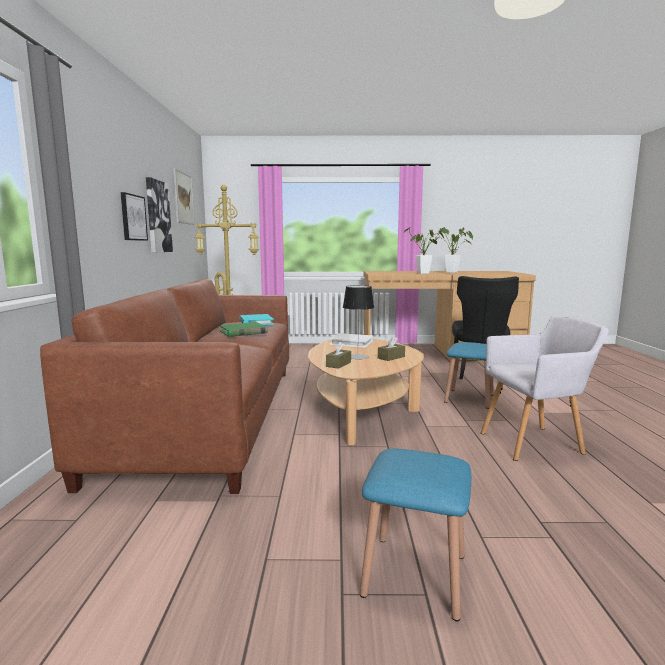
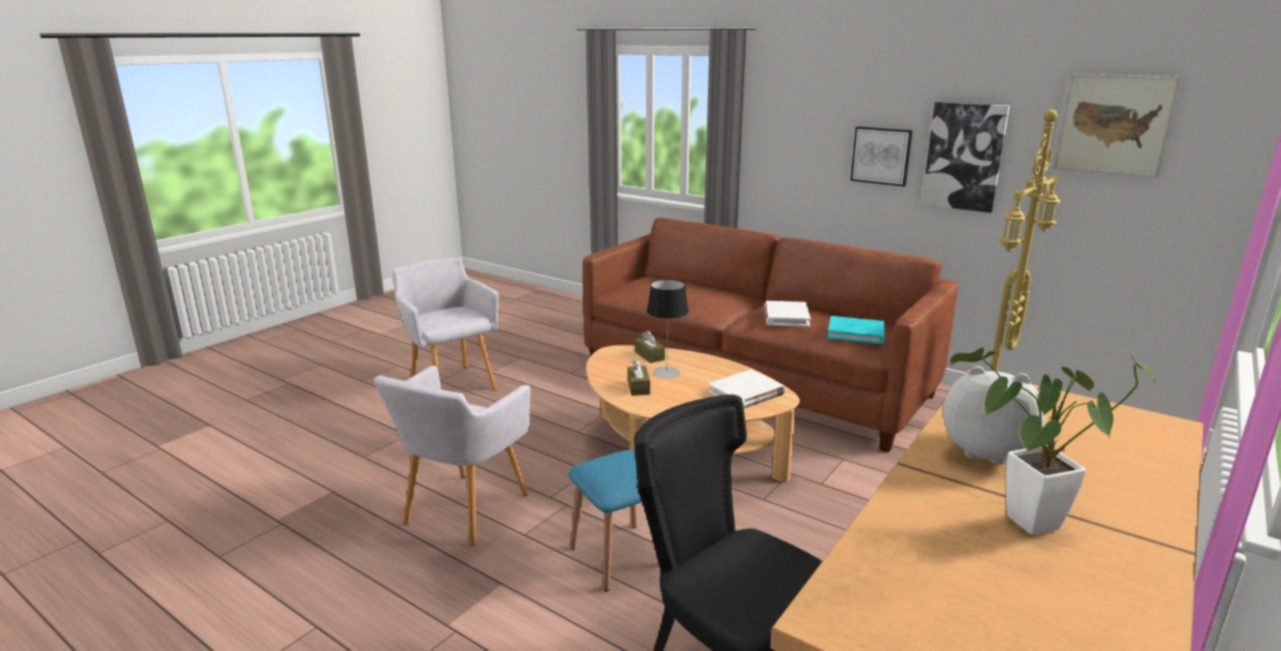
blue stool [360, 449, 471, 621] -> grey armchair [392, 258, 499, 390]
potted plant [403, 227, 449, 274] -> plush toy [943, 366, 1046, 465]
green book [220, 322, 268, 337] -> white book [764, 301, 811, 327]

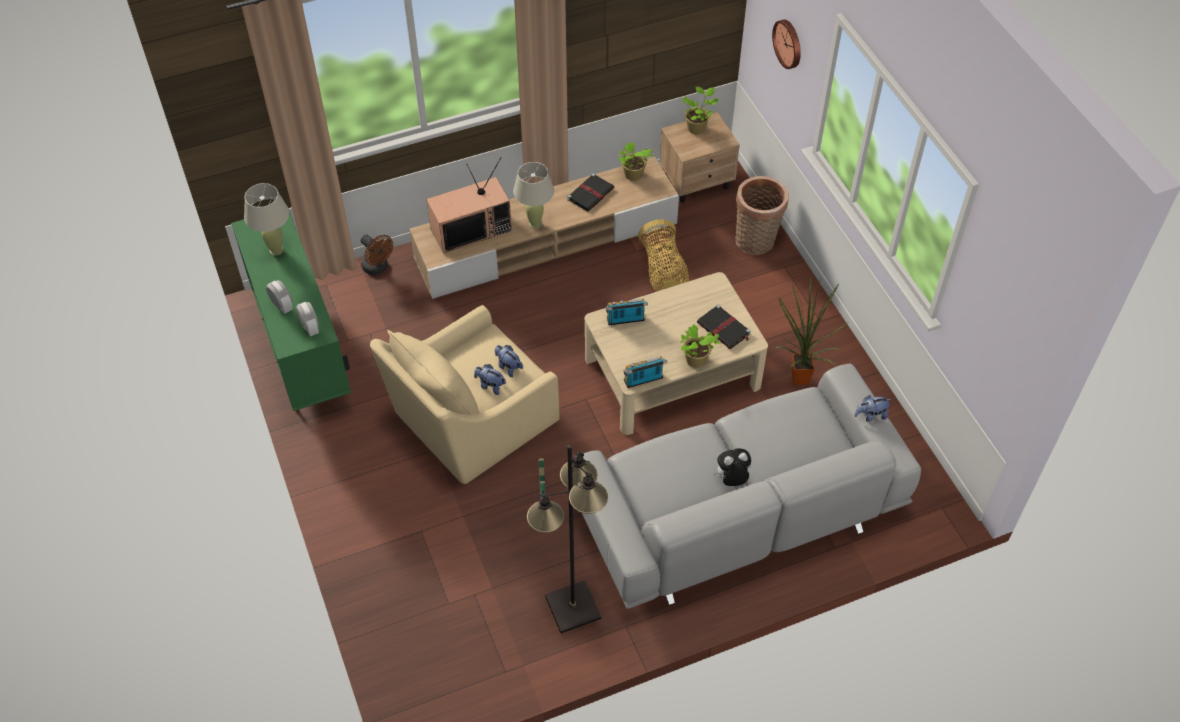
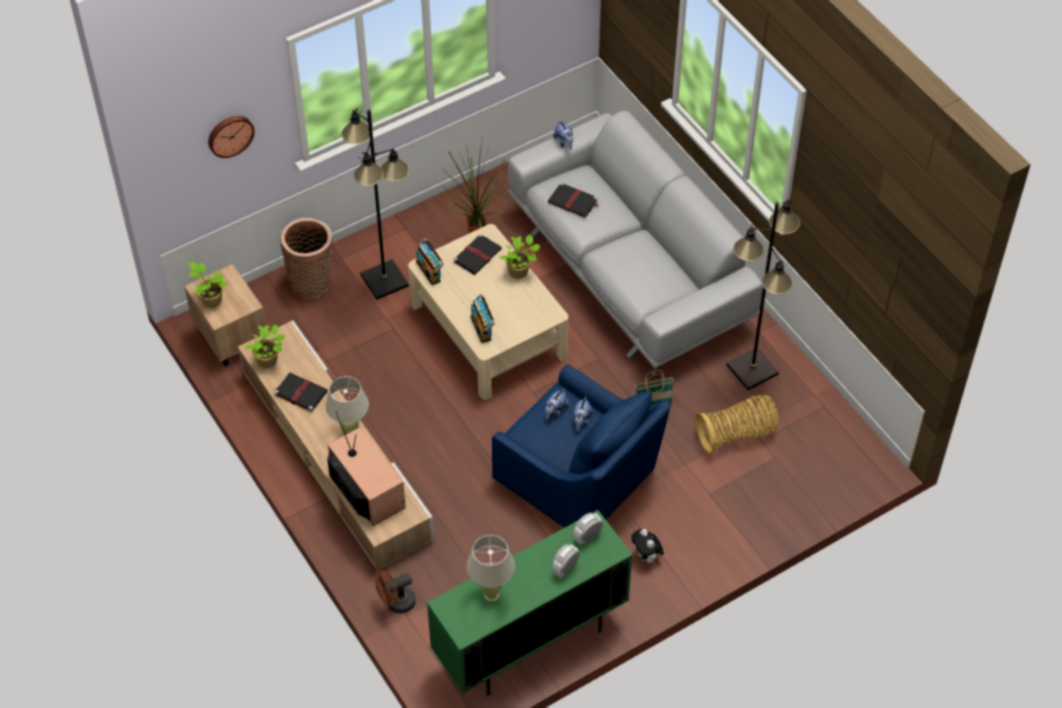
none -> black floor lamp [342, 108, 409, 300]
none -> black book [548, 182, 598, 218]
radio [624, 356, 668, 388] -> radio [416, 238, 444, 285], move
basket [638, 219, 689, 292] -> basket [696, 395, 779, 453], move
plush toy [713, 448, 751, 486] -> plush toy [631, 529, 664, 565], move
beige armchair [370, 305, 560, 484] -> blue armchair [492, 364, 671, 528]
brown fan [361, 234, 393, 275] -> brown fan [375, 570, 416, 613], 150 degrees counterclockwise

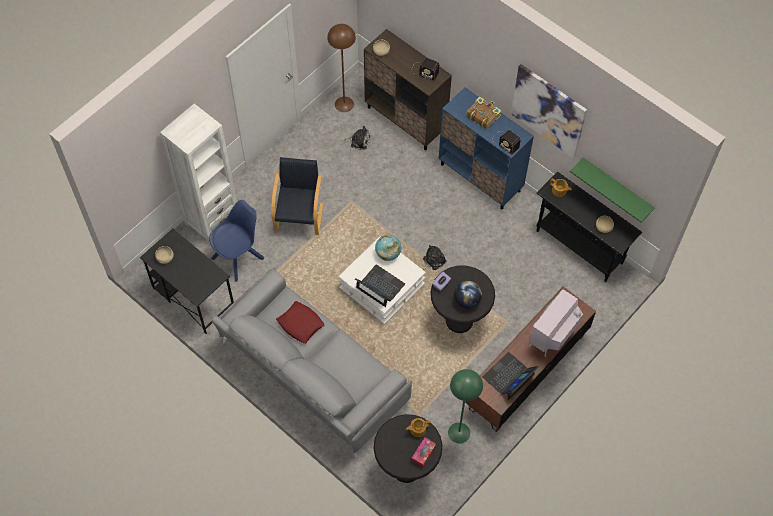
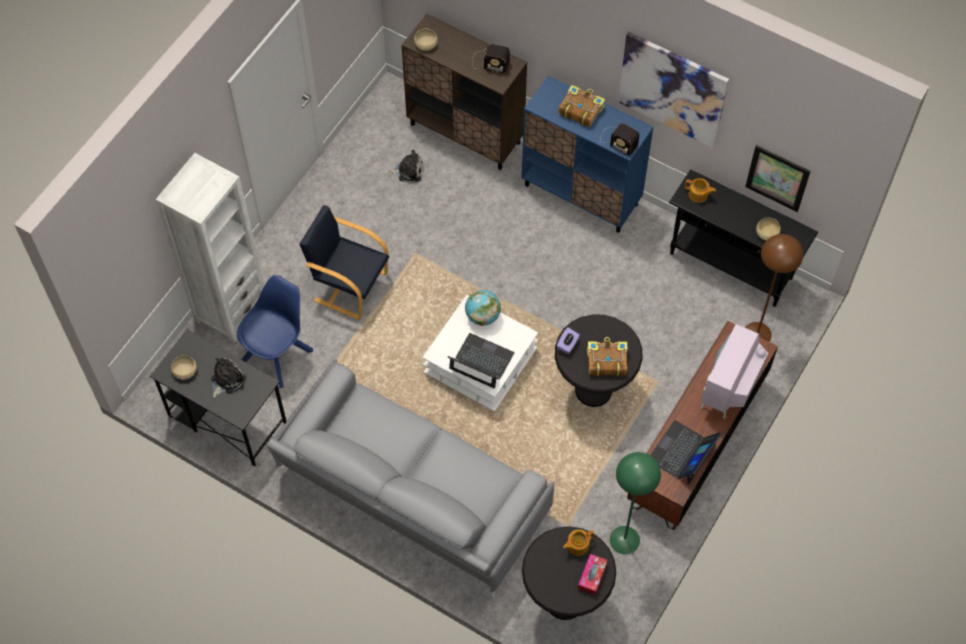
red pillow [276, 301, 325, 344] -> none
brown floor lamp [327, 24, 356, 112] -> brown floor lamp [745, 234, 803, 342], move
plush toy [423, 245, 446, 270] -> plush toy [211, 358, 246, 398], move
globe [454, 281, 482, 309] -> book [587, 337, 627, 376]
green shelf [570, 157, 654, 223] -> picture [745, 145, 811, 212]
black armchair [271, 157, 324, 235] -> black armchair [299, 205, 389, 320], 60 degrees counterclockwise

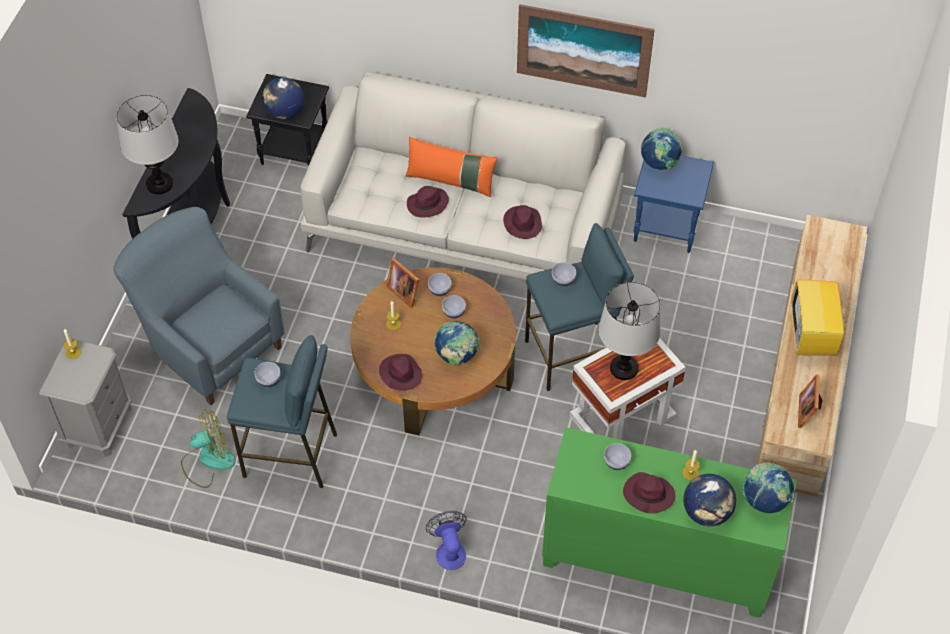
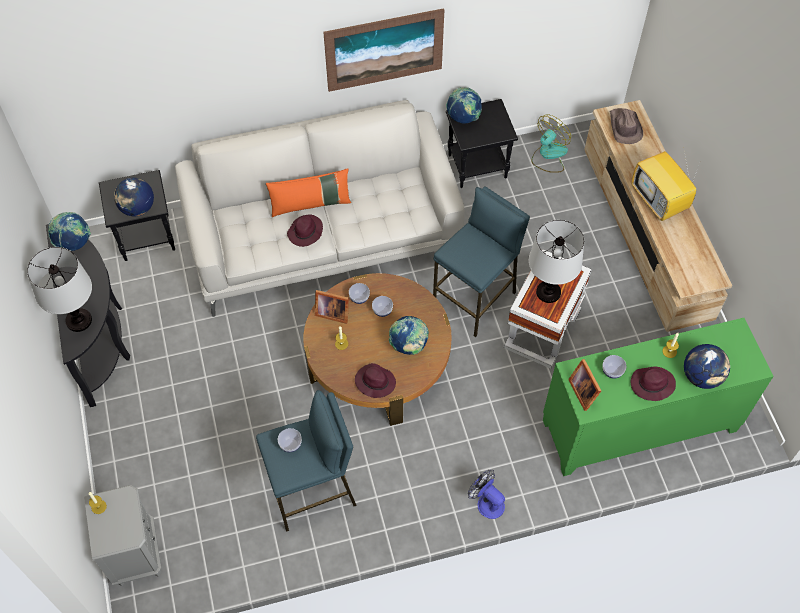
blue armchair [113, 207, 285, 405] -> none
purple hat [503, 205, 542, 239] -> none
bowl [552, 262, 576, 286] -> none
none -> brown hat [610, 108, 643, 144]
fan [181, 410, 235, 488] -> fan [532, 114, 571, 173], move
globe [743, 462, 795, 513] -> globe [48, 212, 91, 251], move
picture frame [798, 374, 823, 428] -> picture frame [568, 359, 601, 411], move
blue side table [633, 155, 714, 253] -> black side table [446, 99, 518, 188]

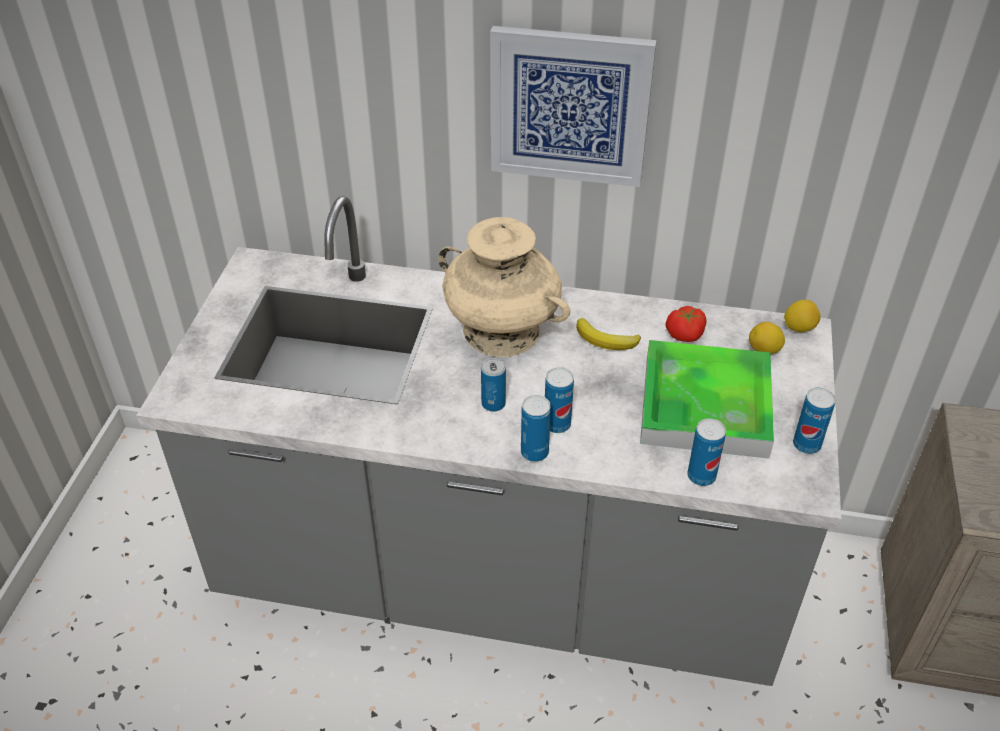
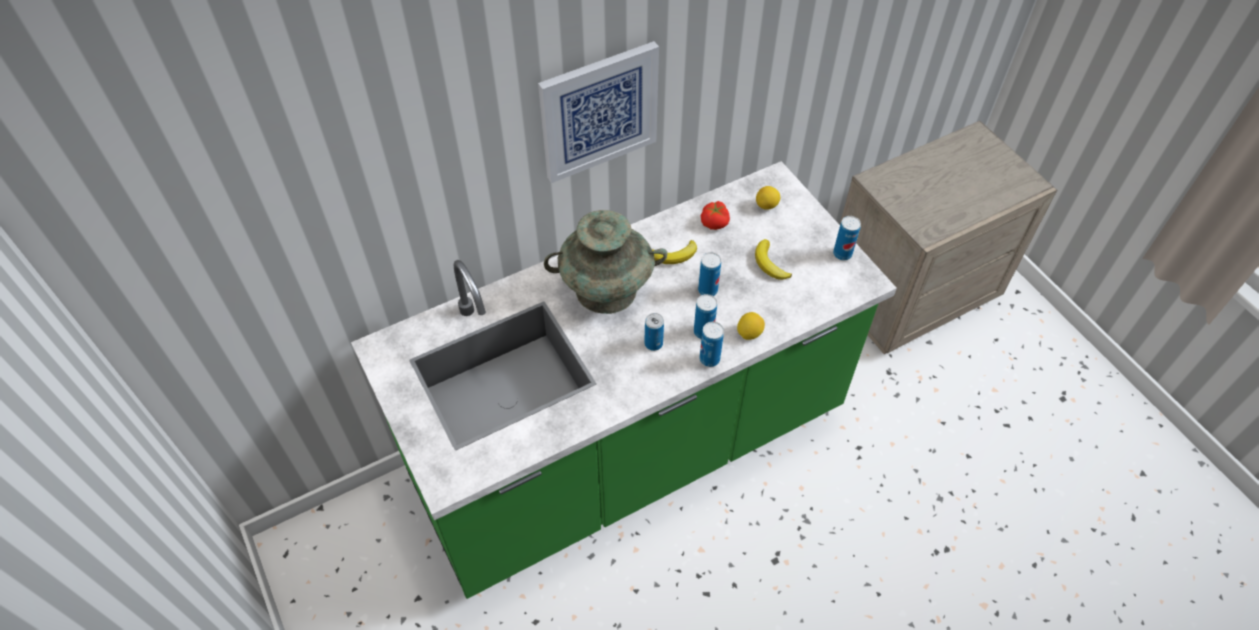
can [687, 418, 726, 486] -> can [698, 252, 721, 296], move
lemon [784, 300, 821, 332] -> lemon [737, 312, 765, 340], move
tray [640, 340, 774, 459] -> banana [755, 239, 792, 280]
grey counter [136, 196, 841, 686] -> green counter [351, 161, 897, 599]
beige vase [439, 217, 570, 357] -> turquoise vase [544, 210, 667, 314]

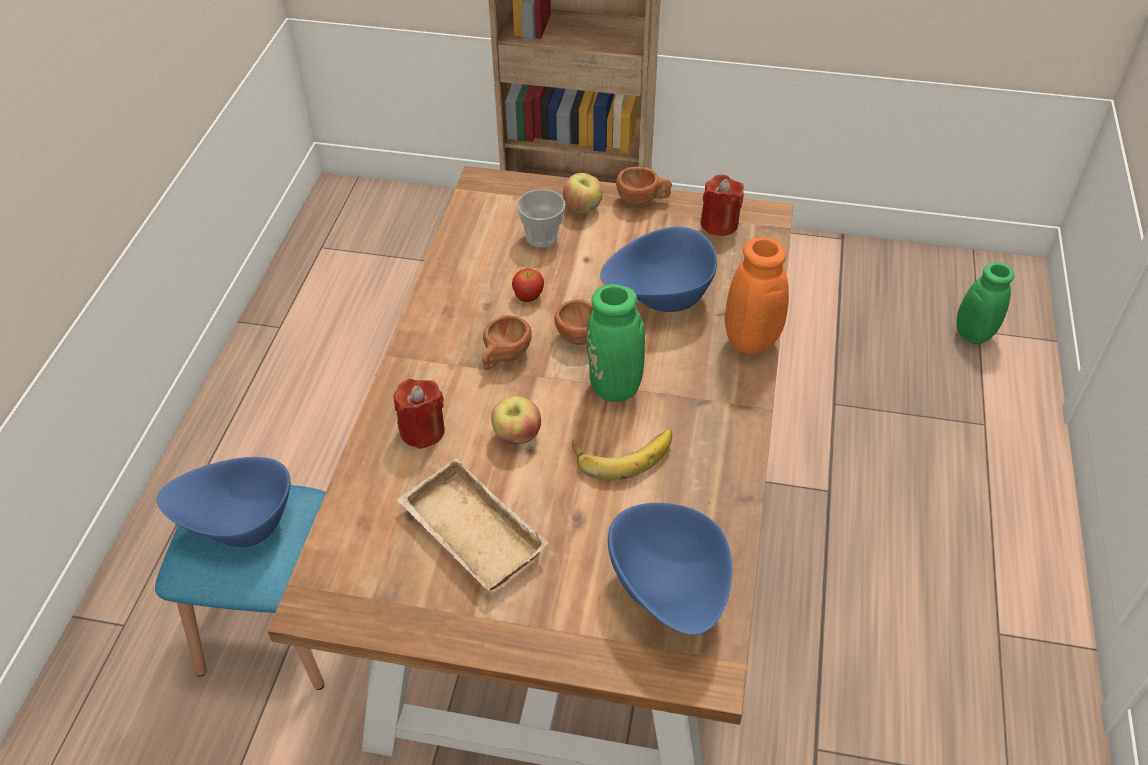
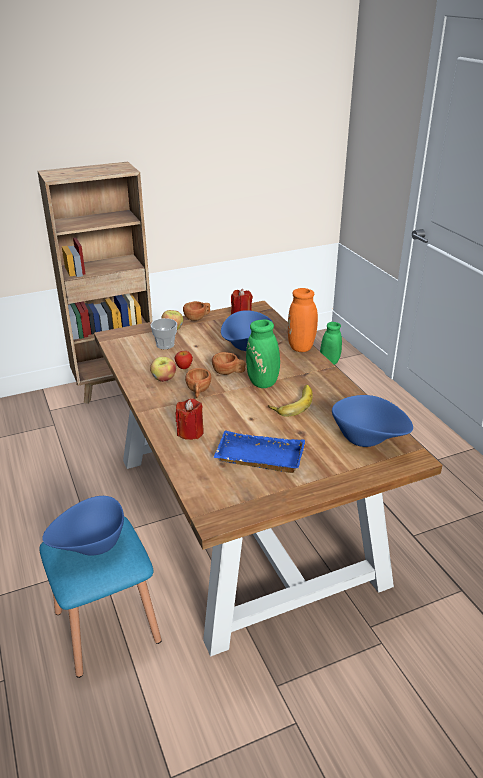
apple [491, 395, 541, 444] -> apple [150, 357, 176, 382], move
beige tray [397, 458, 549, 590] -> blue tray [214, 430, 305, 473]

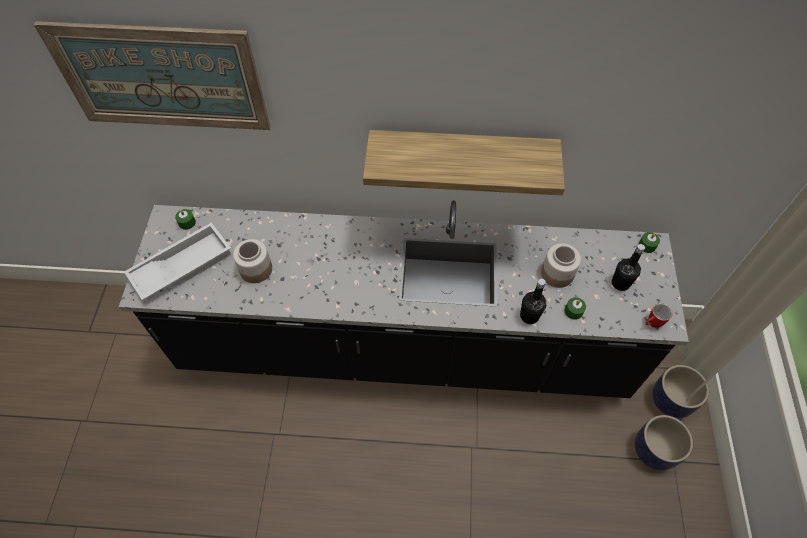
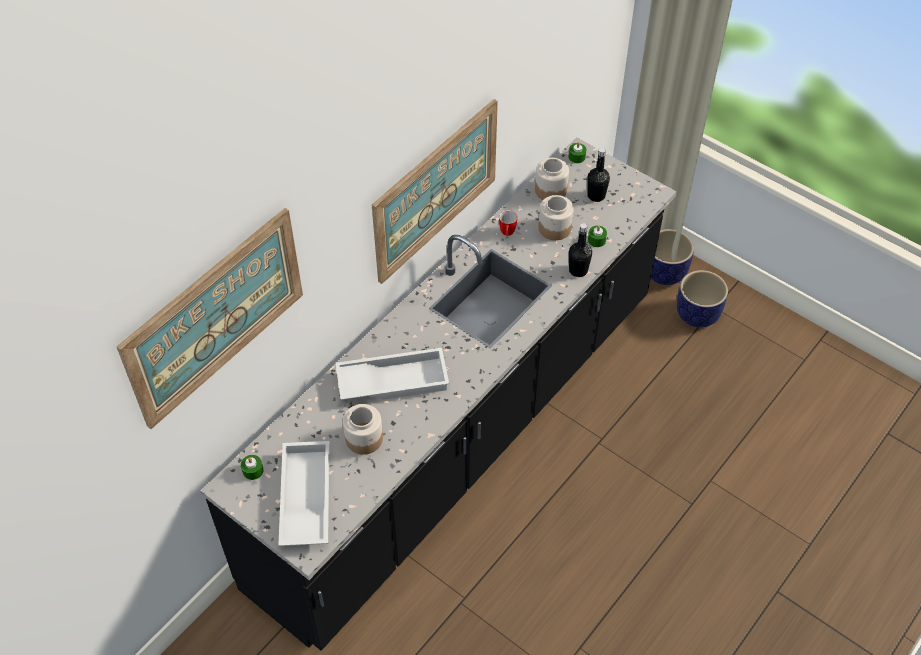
none -> white tray [336, 348, 449, 400]
none -> jar [535, 158, 569, 200]
mug [645, 303, 673, 328] -> mug [499, 210, 518, 236], move
shelf [363, 130, 565, 196] -> picture [372, 99, 498, 284]

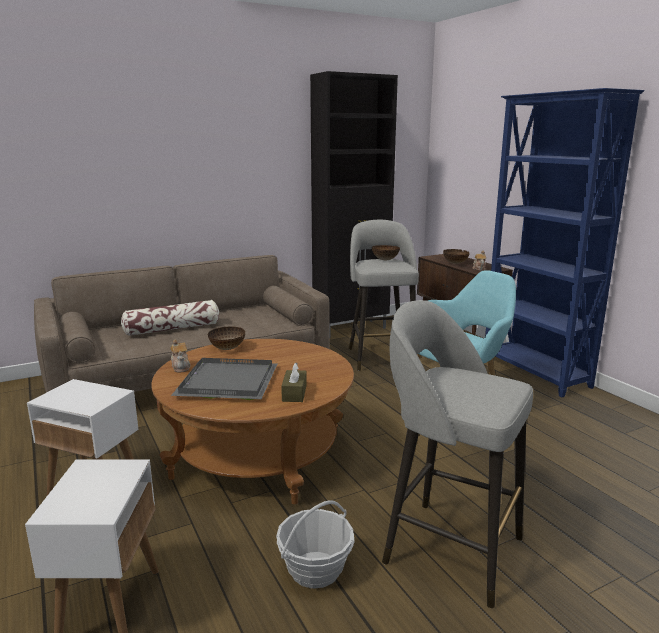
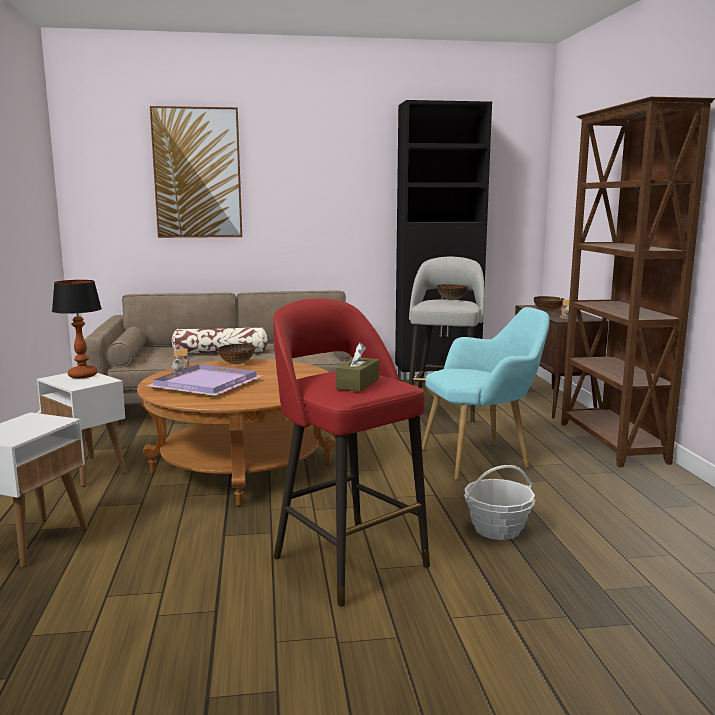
none -> table lamp [52, 280, 102, 378]
none -> picture [150, 106, 242, 238]
basket [276, 500, 355, 589] -> basket [464, 465, 535, 540], move
brown tissue box [281, 362, 307, 402] -> brown tissue box [336, 343, 379, 392], move
grey tray [171, 358, 277, 400] -> purple tray [146, 364, 262, 397]
grey stool [382, 300, 533, 608] -> red stool [273, 299, 430, 607]
blue bookcase [485, 88, 645, 397] -> brown bookcase [561, 97, 715, 467]

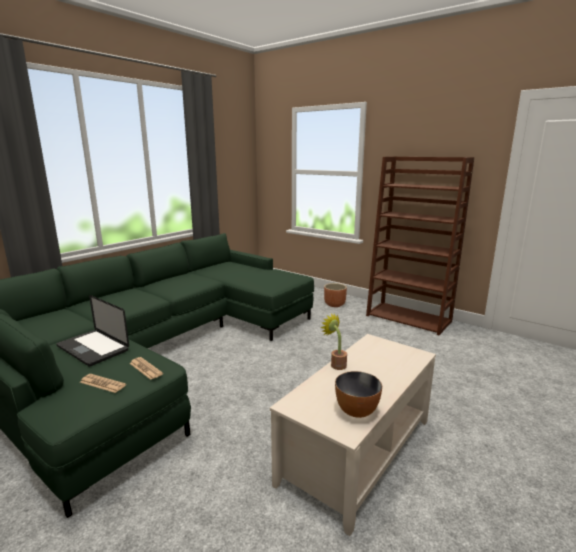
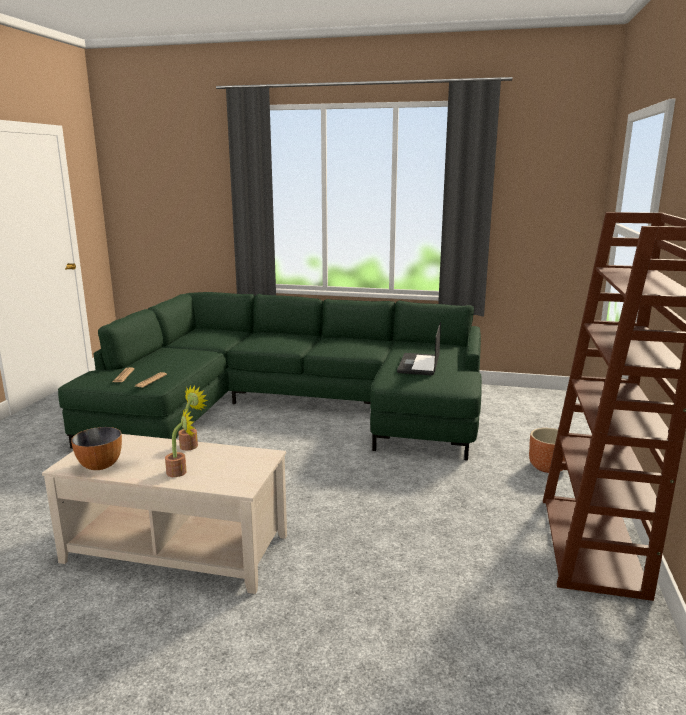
none -> potted plant [165, 408, 194, 477]
laptop [56, 295, 129, 366] -> laptop [397, 322, 441, 376], move

